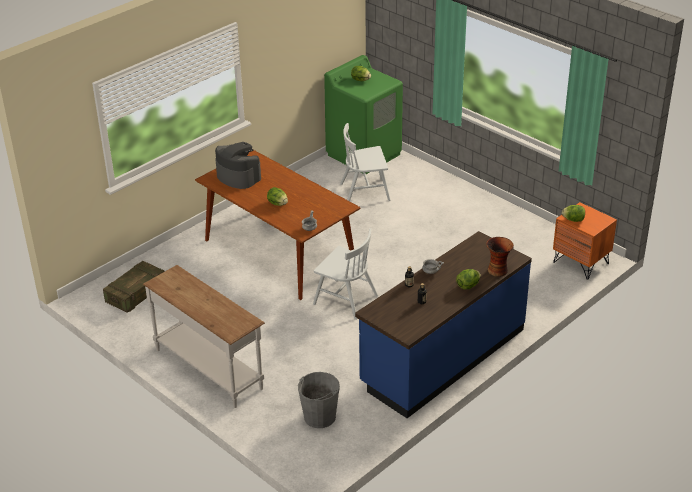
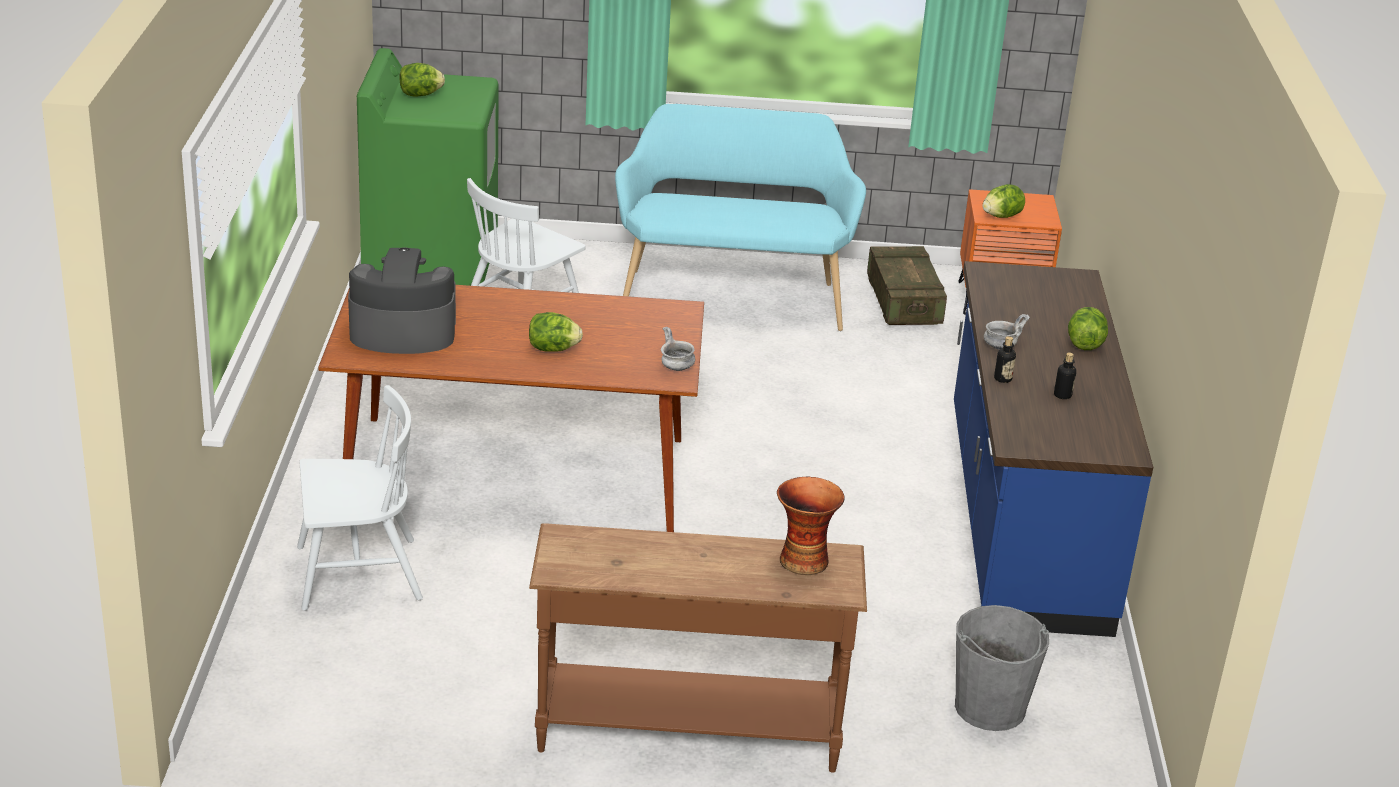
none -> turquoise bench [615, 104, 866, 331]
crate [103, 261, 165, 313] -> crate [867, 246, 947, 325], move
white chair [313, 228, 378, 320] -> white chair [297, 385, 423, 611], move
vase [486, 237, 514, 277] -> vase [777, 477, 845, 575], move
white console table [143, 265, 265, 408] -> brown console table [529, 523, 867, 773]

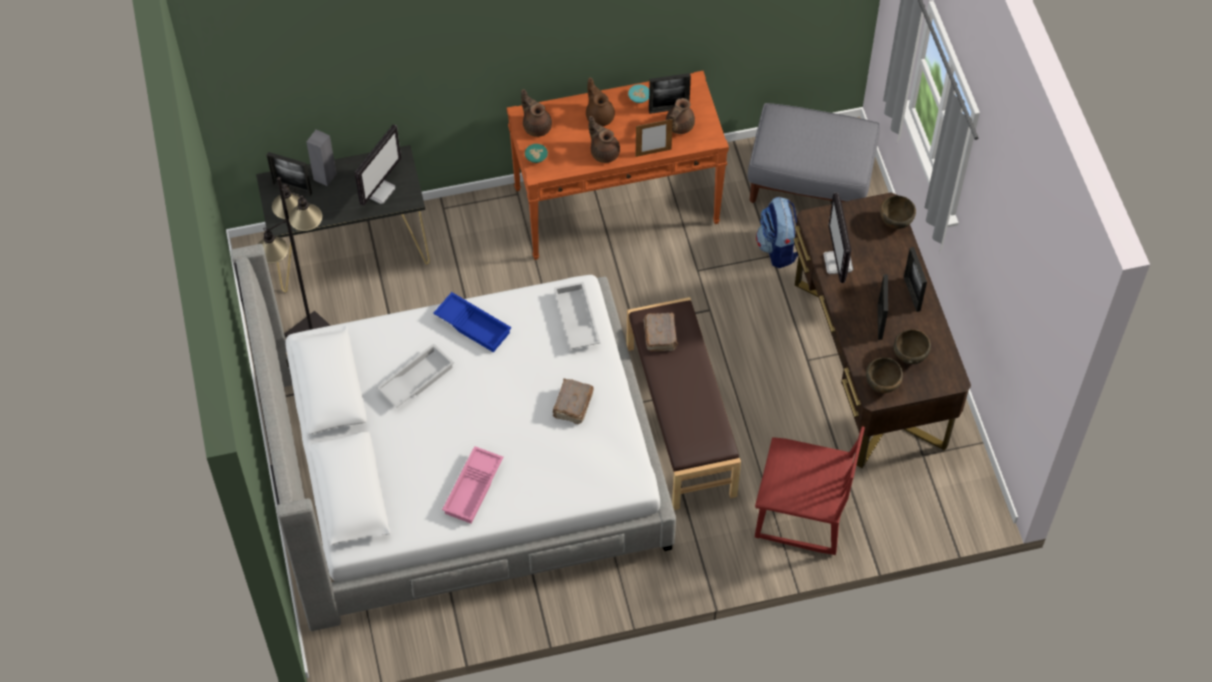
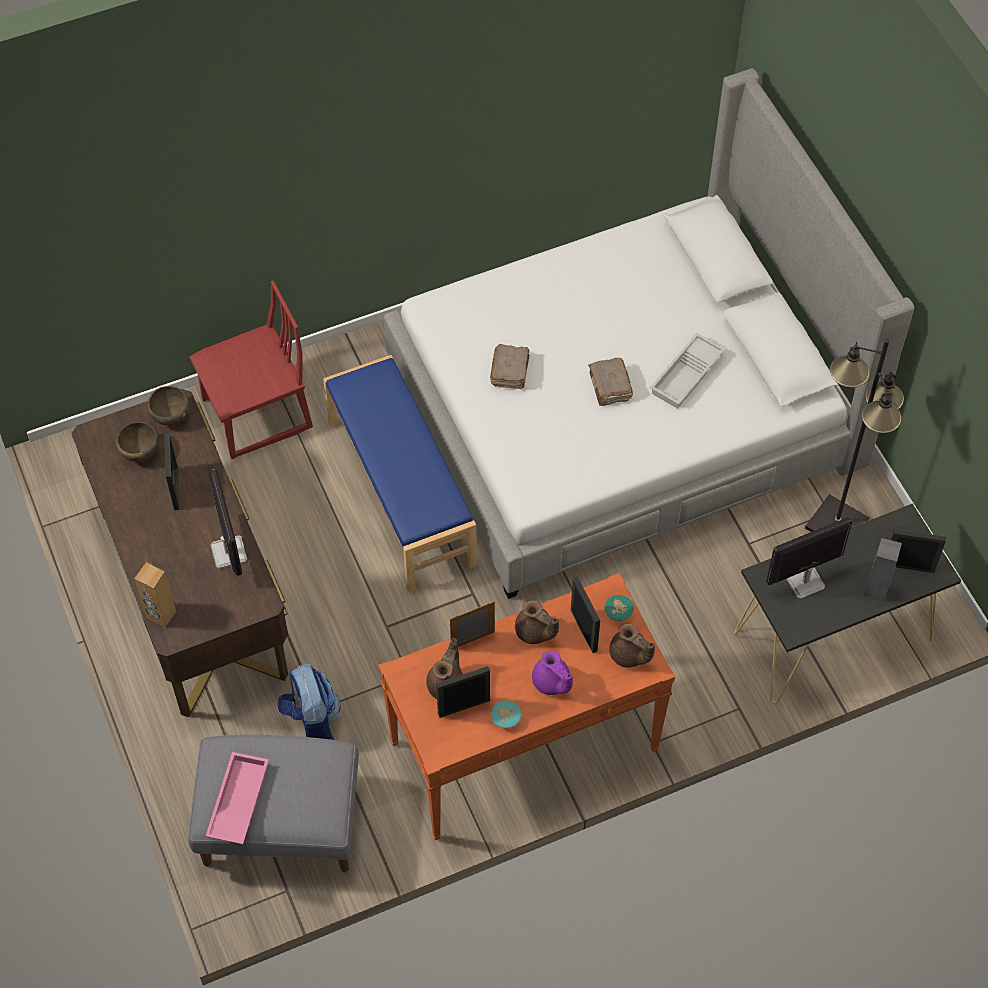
blue tray [433, 292, 512, 353] -> none
white tray [554, 282, 600, 349] -> none
pink tray [442, 446, 504, 524] -> pink tray [206, 752, 269, 844], move
brown book [644, 312, 678, 351] -> brown book [588, 357, 633, 406], move
picture frame [904, 247, 927, 312] -> picture frame [571, 577, 600, 653], move
brown bowl [880, 196, 916, 229] -> brown speaker [134, 562, 176, 627]
brown teapot [586, 77, 615, 126] -> purple teapot [532, 651, 573, 695]
brown bench [626, 297, 741, 510] -> blue bench [323, 355, 477, 592]
monitor [355, 124, 401, 206] -> monitor [766, 517, 853, 599], 45 degrees clockwise
red chair [755, 426, 865, 555] -> red chair [189, 281, 313, 459], 150 degrees clockwise

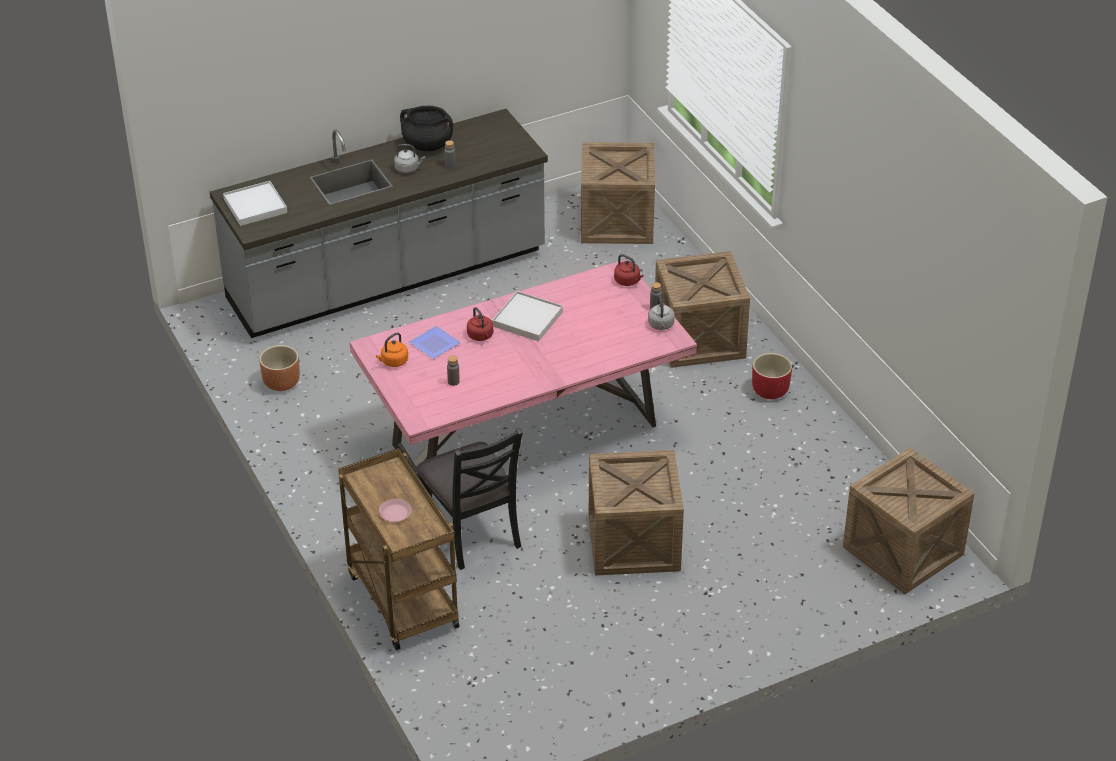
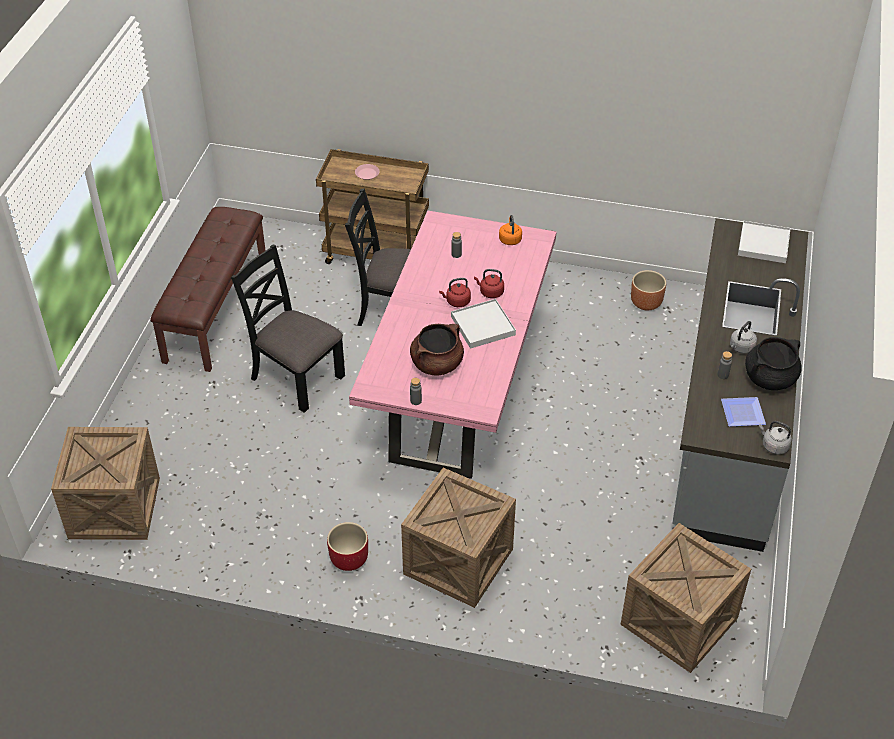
none -> brown bench [150, 207, 265, 372]
none -> brown cooking pot [410, 324, 464, 375]
plate [409, 326, 461, 359] -> plate [721, 397, 766, 427], move
red kettle [614, 254, 643, 286] -> red kettle [439, 278, 471, 307], move
grey kettle [648, 295, 675, 330] -> grey kettle [759, 421, 792, 454], move
crate [589, 450, 684, 576] -> black chair [231, 245, 345, 413]

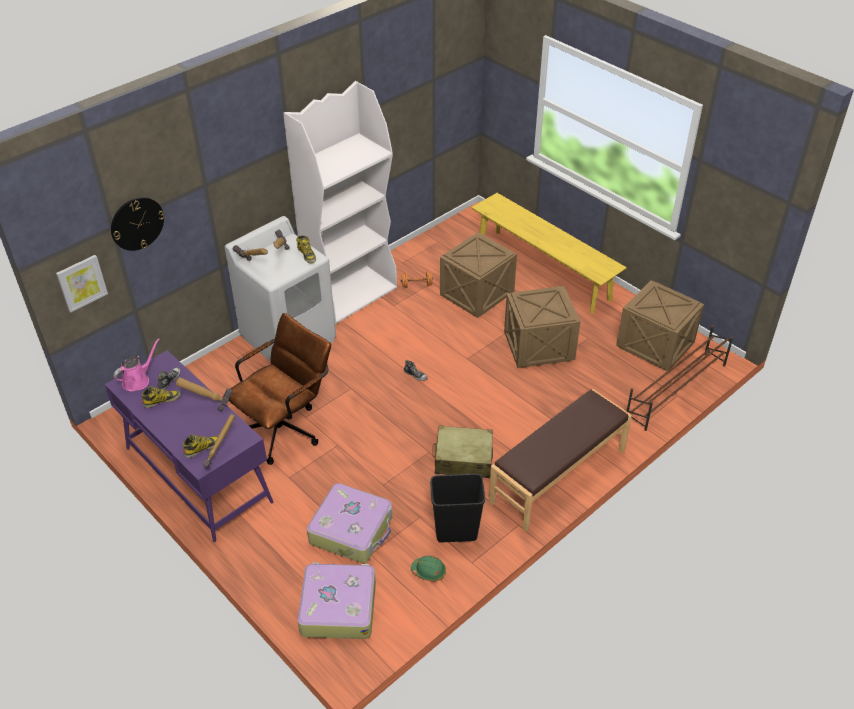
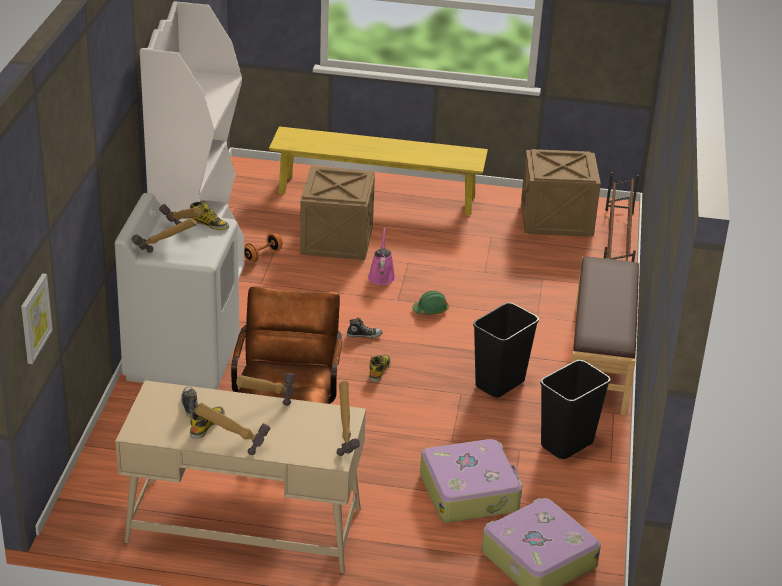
wall clock [111, 197, 165, 251] -> none
crate [504, 286, 581, 368] -> none
none -> hammer [195, 403, 270, 455]
pink watering can [114, 338, 160, 391] -> pink watering can [368, 227, 396, 285], move
boot [183, 434, 218, 458] -> boot [369, 355, 391, 382], move
green hard hat [411, 556, 446, 581] -> green hard hat [413, 291, 449, 315], move
beige suitcase [432, 426, 493, 478] -> black trash can [473, 302, 539, 397]
purple desk [105, 350, 273, 542] -> beige desk [115, 380, 366, 573]

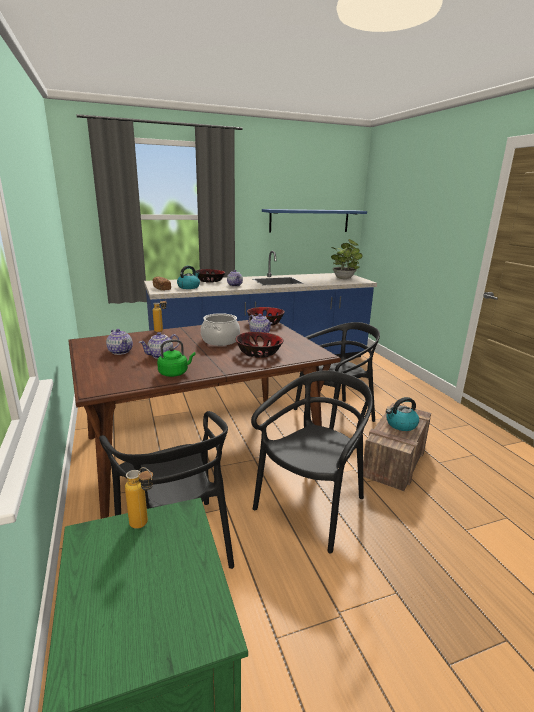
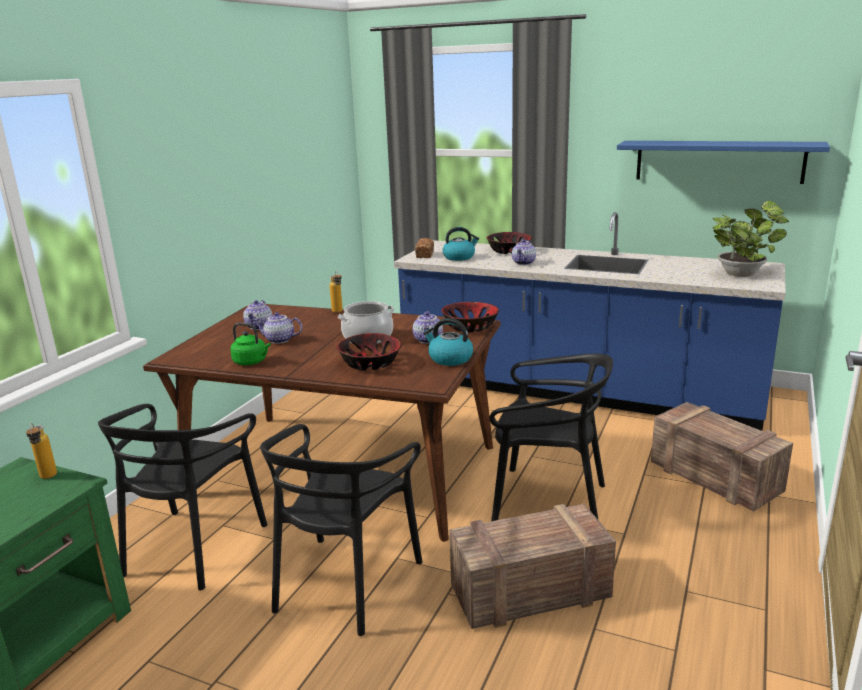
none -> crate [651, 402, 793, 511]
kettle [386, 397, 419, 431] -> kettle [423, 318, 473, 366], move
black chair [251, 370, 373, 553] -> black chair [260, 424, 423, 636], 120 degrees clockwise

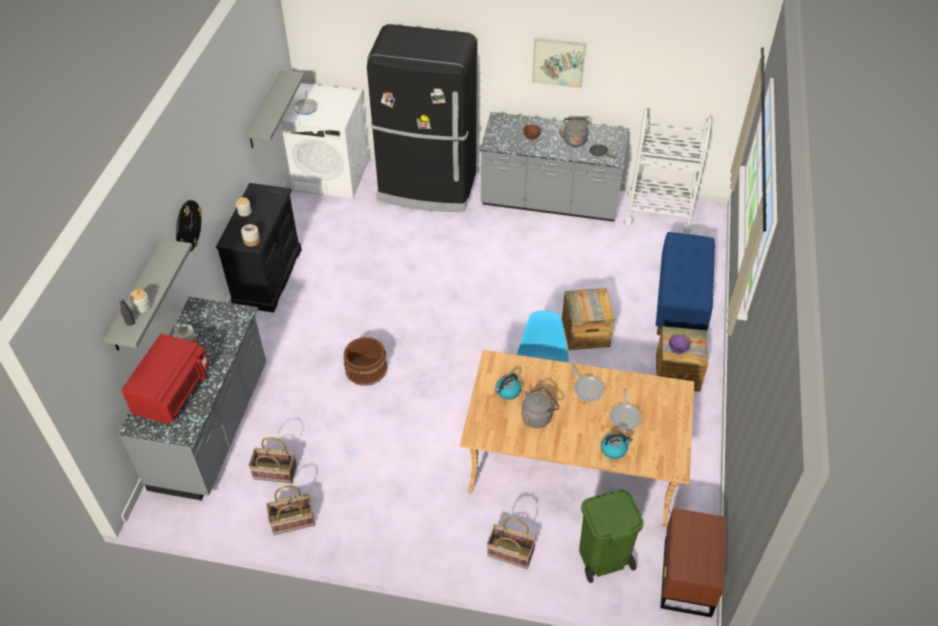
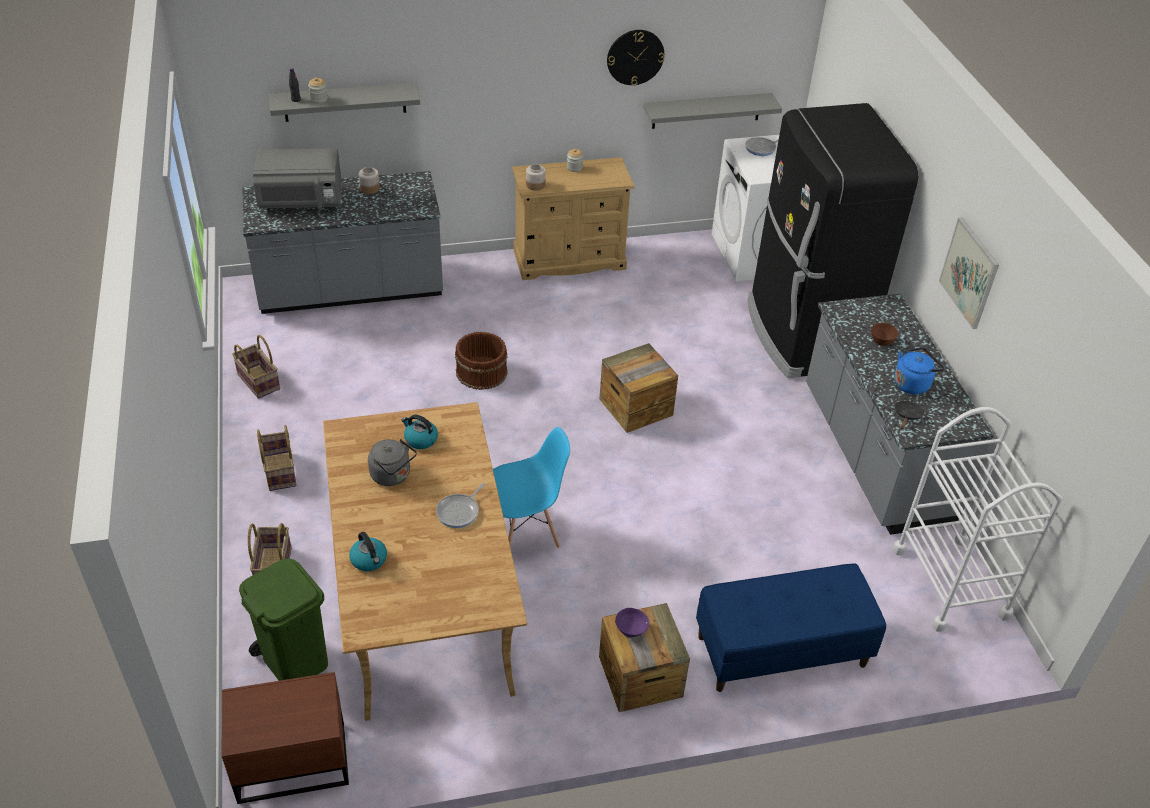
frying pan [610, 390, 641, 430] -> none
wall clock [176, 200, 202, 252] -> wall clock [607, 30, 664, 86], move
basket [248, 437, 297, 483] -> basket [257, 425, 296, 491], move
crate [562, 288, 615, 350] -> crate [600, 343, 678, 433], move
red microwave [121, 334, 209, 424] -> grey microwave [253, 148, 342, 209]
black dresser [216, 183, 302, 313] -> beige dresser [512, 157, 634, 280]
grey kettle [559, 118, 588, 147] -> blue kettle [894, 347, 945, 395]

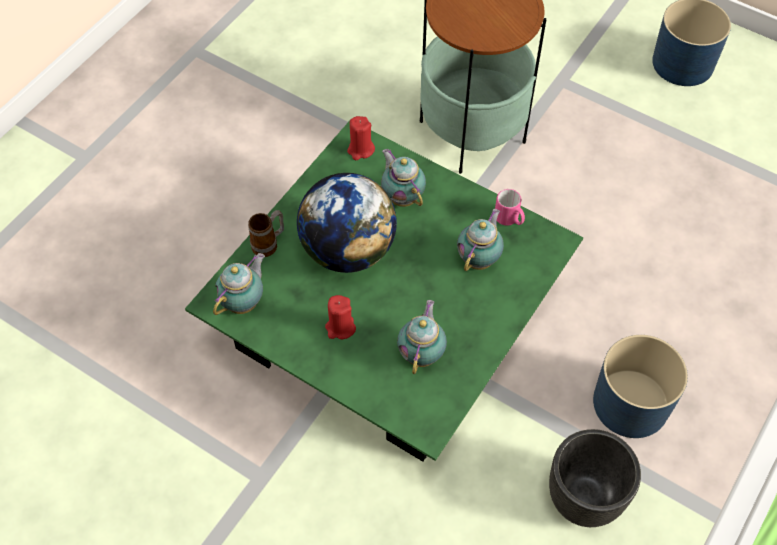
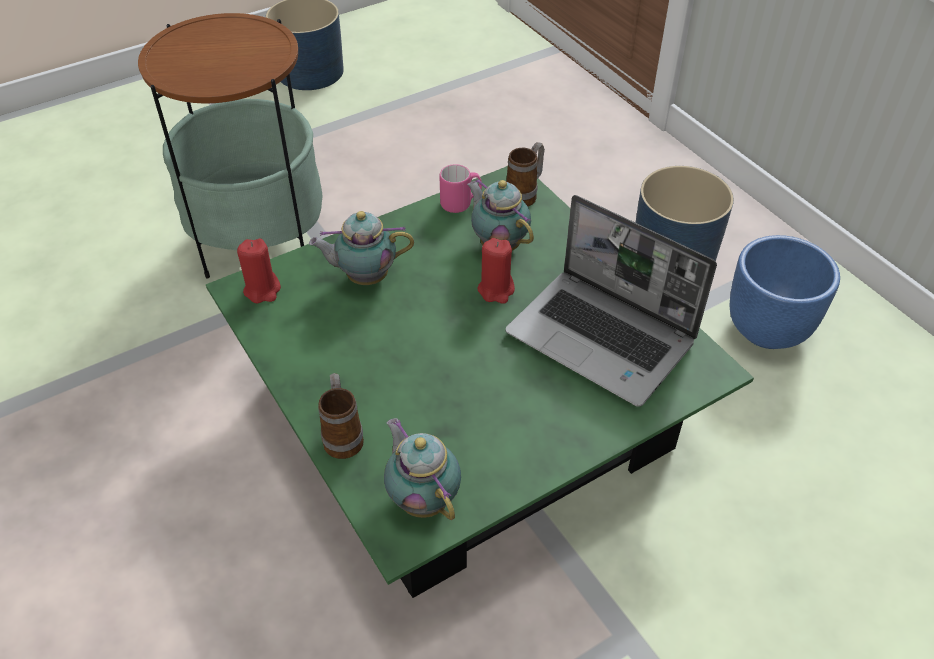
globe [297, 173, 397, 273] -> none
none -> mug [506, 142, 545, 207]
red candle [325, 295, 356, 339] -> red candle [477, 238, 515, 304], move
teapot [397, 300, 447, 374] -> laptop [506, 195, 717, 407]
black planter [549, 429, 641, 527] -> blue planter [729, 235, 840, 349]

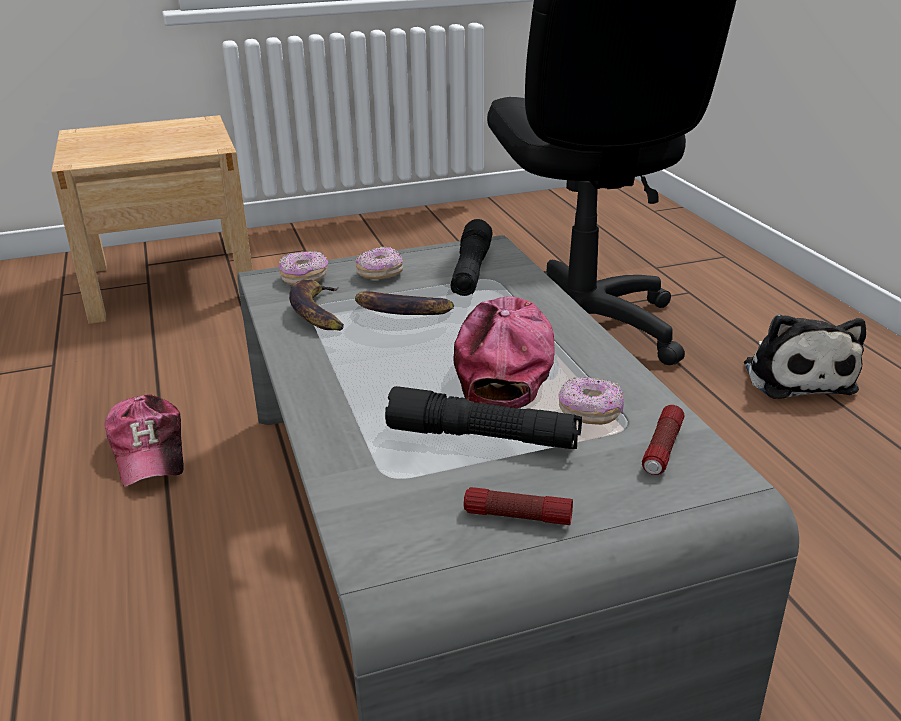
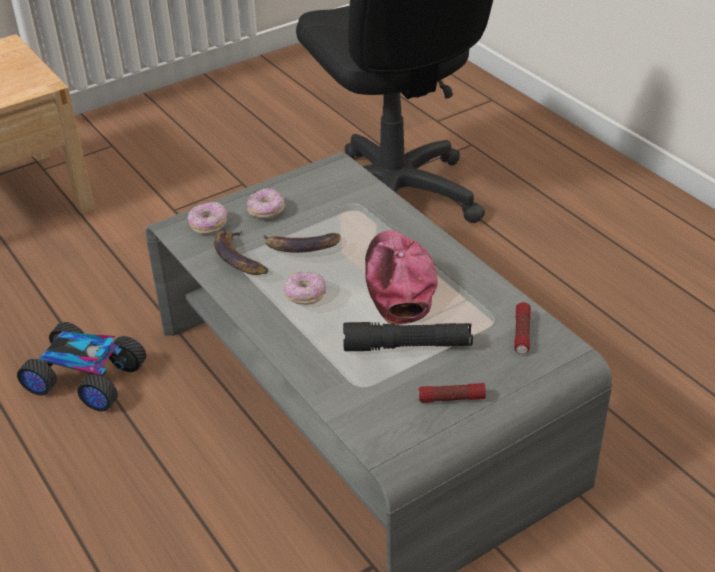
black flashlight [450, 219, 492, 296] -> none
plush toy [744, 314, 866, 399] -> none
donut [558, 377, 624, 425] -> donut [283, 272, 326, 305], move
cap [105, 394, 184, 486] -> toy car [17, 322, 146, 411]

